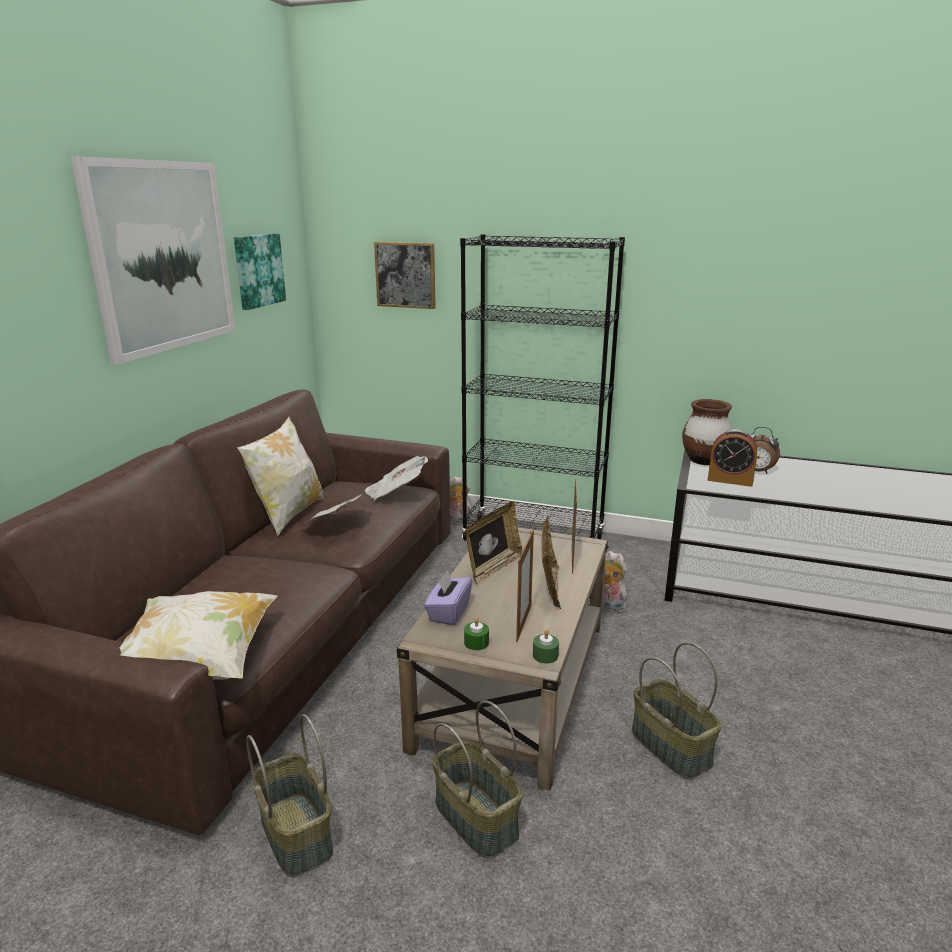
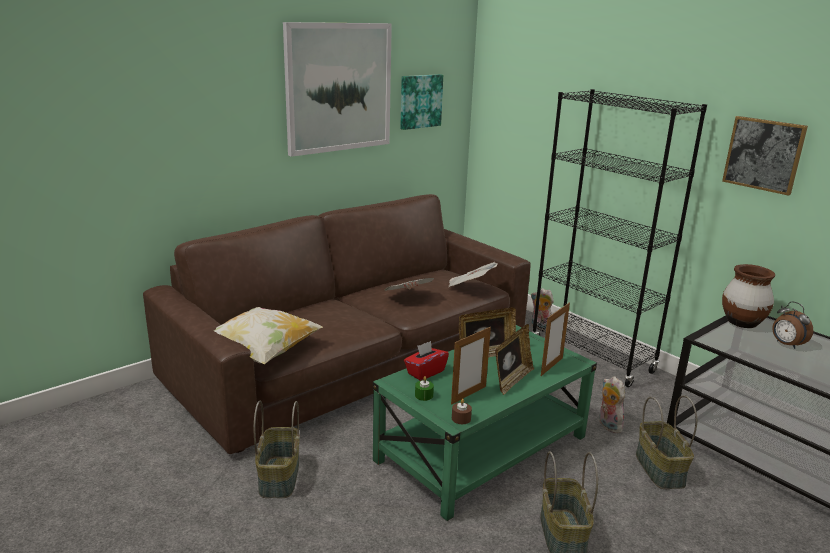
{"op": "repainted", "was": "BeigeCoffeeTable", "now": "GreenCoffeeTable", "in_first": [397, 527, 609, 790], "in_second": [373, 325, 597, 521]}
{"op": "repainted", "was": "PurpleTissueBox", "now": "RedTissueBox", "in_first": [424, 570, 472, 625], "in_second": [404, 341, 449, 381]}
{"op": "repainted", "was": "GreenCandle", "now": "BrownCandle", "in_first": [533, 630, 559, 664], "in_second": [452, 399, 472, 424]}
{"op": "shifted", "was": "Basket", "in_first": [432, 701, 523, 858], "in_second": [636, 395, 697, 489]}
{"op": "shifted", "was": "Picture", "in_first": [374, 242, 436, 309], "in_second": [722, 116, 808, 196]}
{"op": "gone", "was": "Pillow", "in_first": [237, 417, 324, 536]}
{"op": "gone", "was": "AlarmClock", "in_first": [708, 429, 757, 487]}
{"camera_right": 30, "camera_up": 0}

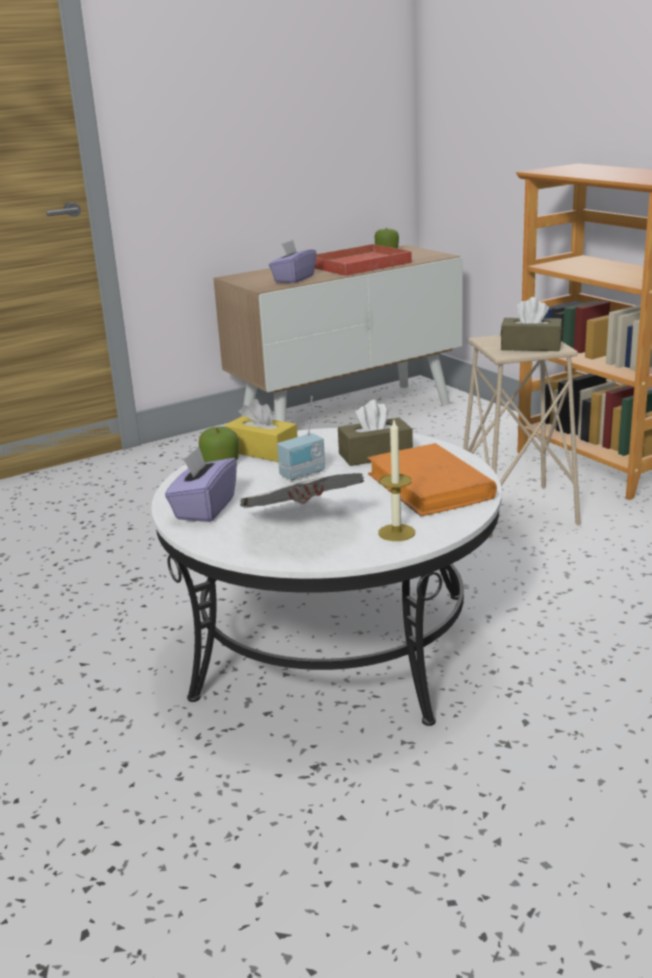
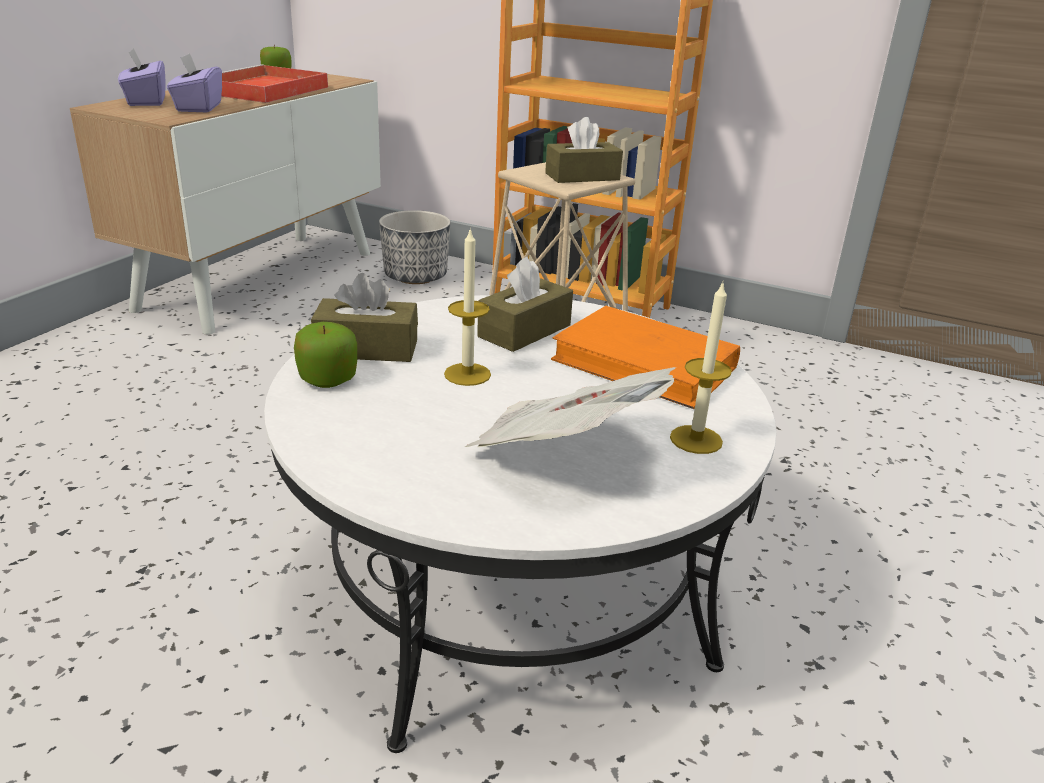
{"op": "shifted", "was": "PurpleTissueBox", "in_first": [165, 446, 237, 522], "in_second": [118, 48, 166, 106]}
{"op": "repainted", "was": "YellowTissueBox", "now": "BrownTissueBox", "in_first": [224, 399, 298, 462], "in_second": [311, 273, 418, 362]}
{"op": "new", "now": "Planter", "in_second": [379, 210, 451, 284]}
{"op": "swapped", "was": "Radio", "now": "Candle", "in_first": [277, 396, 325, 480], "in_second": [444, 227, 491, 386]}
{"camera_right": -35, "camera_up": 5}

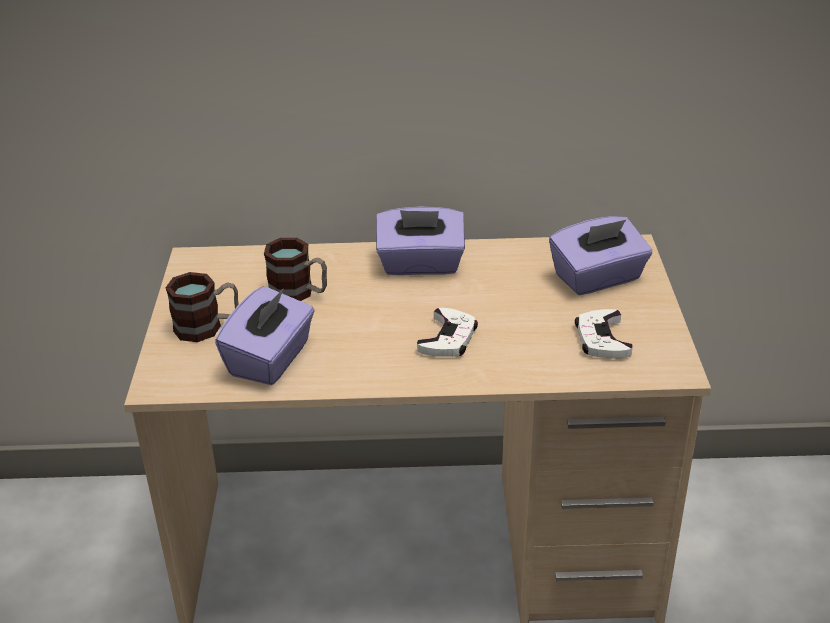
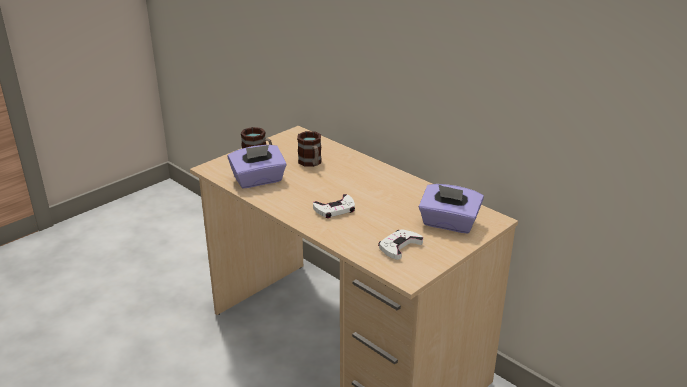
{"op": "gone", "was": "PurpleTissueBox", "in_first": [376, 207, 465, 275]}
{"camera_right": 45, "camera_up": -5}

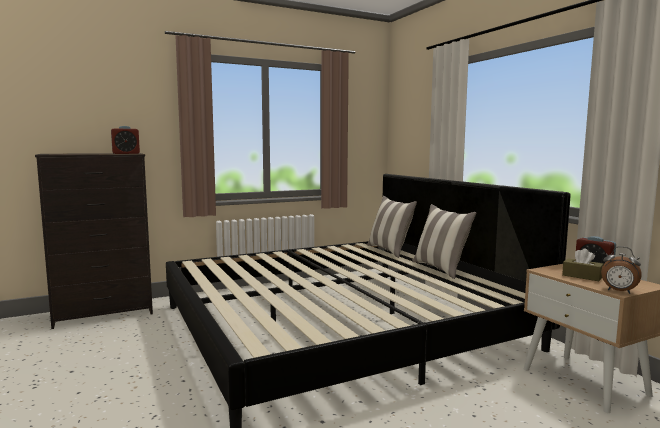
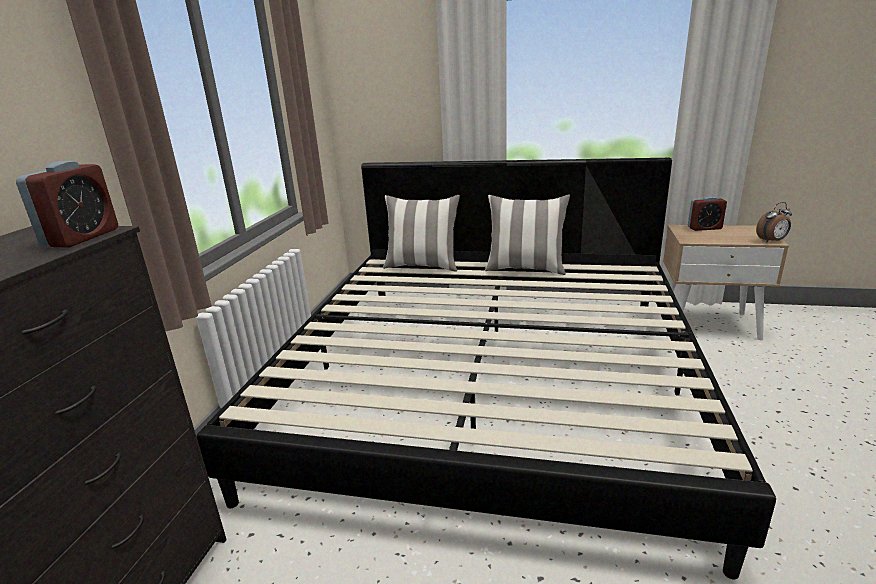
{"op": "gone", "was": "BrownTissueBox", "in_first": [562, 249, 604, 281]}
{"camera_right": -50, "camera_up": 15}

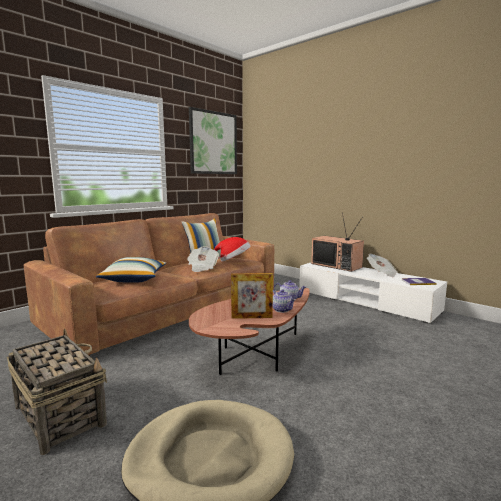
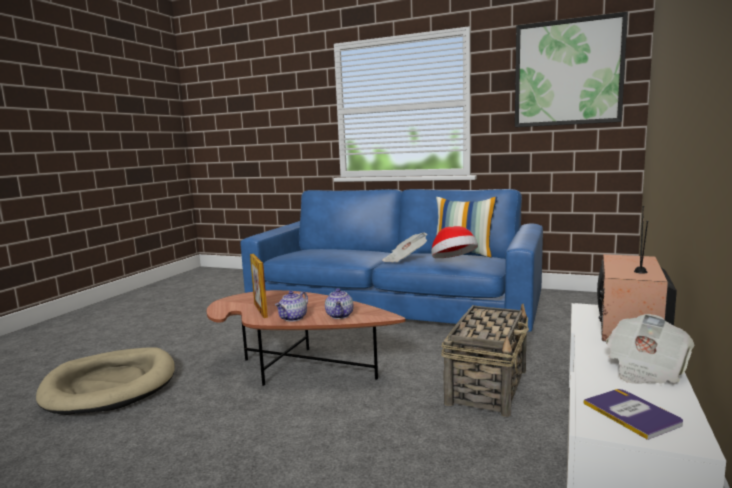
{"op": "repainted", "was": "BrownSofa", "now": "BlueSofa", "in_first": [24, 213, 274, 356], "in_second": [240, 189, 543, 332]}
{"op": "shifted", "was": "Basket", "in_first": [7, 329, 107, 455], "in_second": [441, 303, 529, 417]}
{"op": "gone", "was": "Pillow", "in_first": [96, 257, 166, 283]}
{"camera_right": 70, "camera_up": 0}

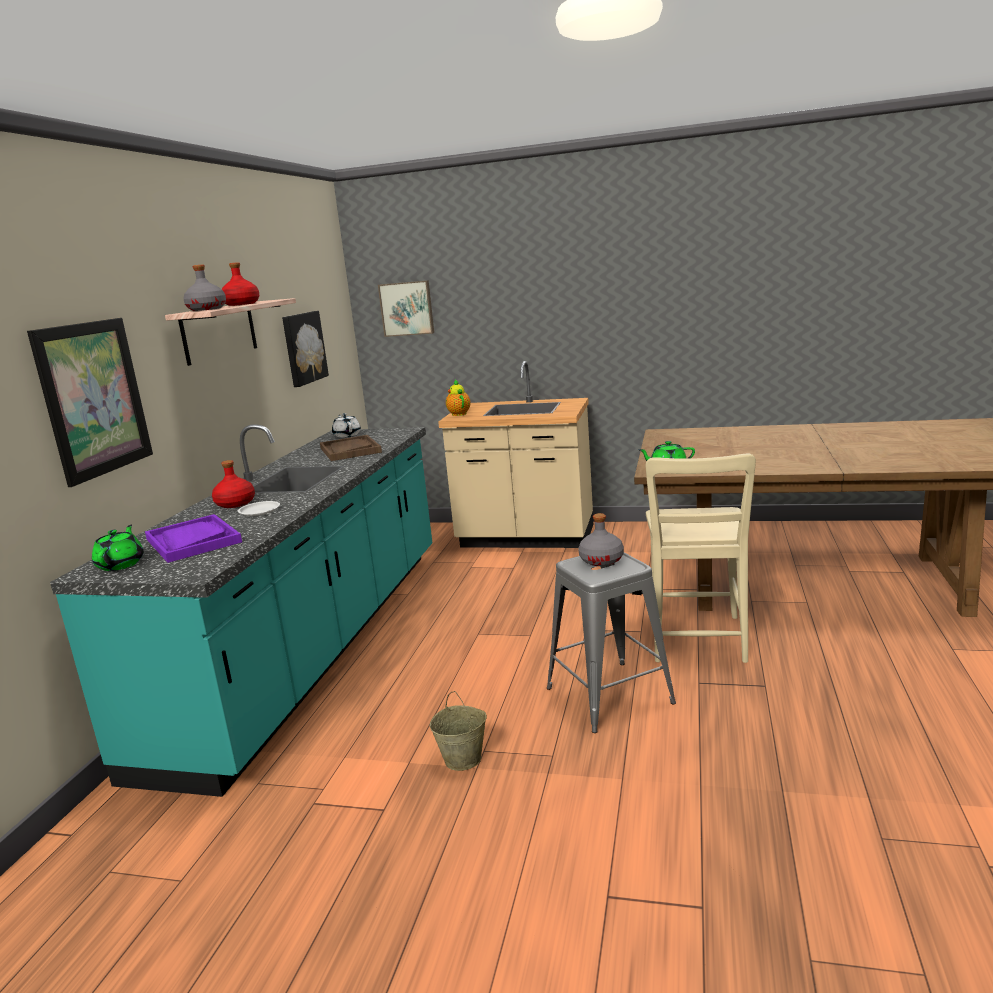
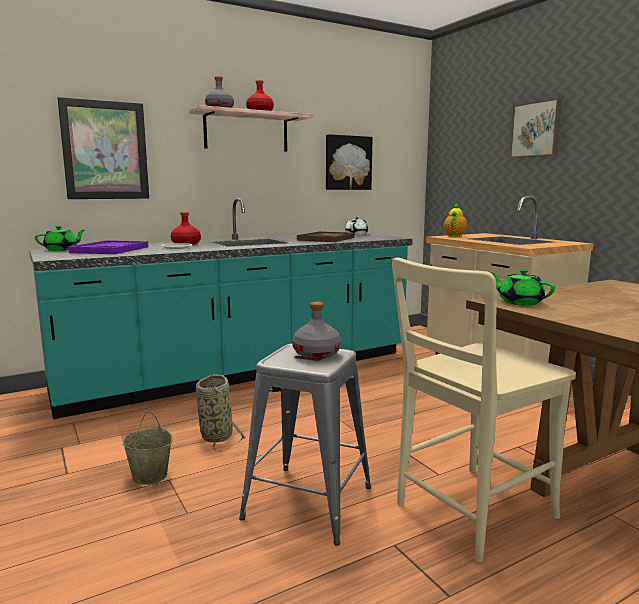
{"op": "new", "now": "Basket", "in_second": [196, 374, 246, 452]}
{"op": "shifted", "was": "Picture", "in_first": [378, 280, 434, 337], "in_second": [509, 98, 562, 158]}
{"camera_right": 45, "camera_up": -5}

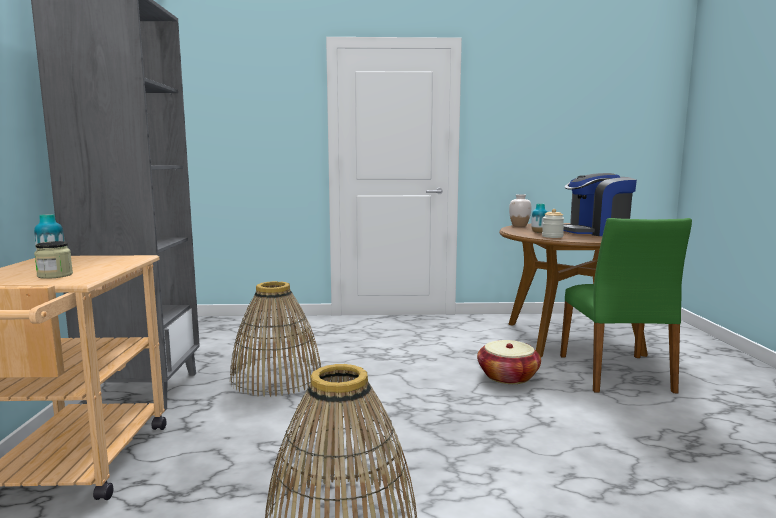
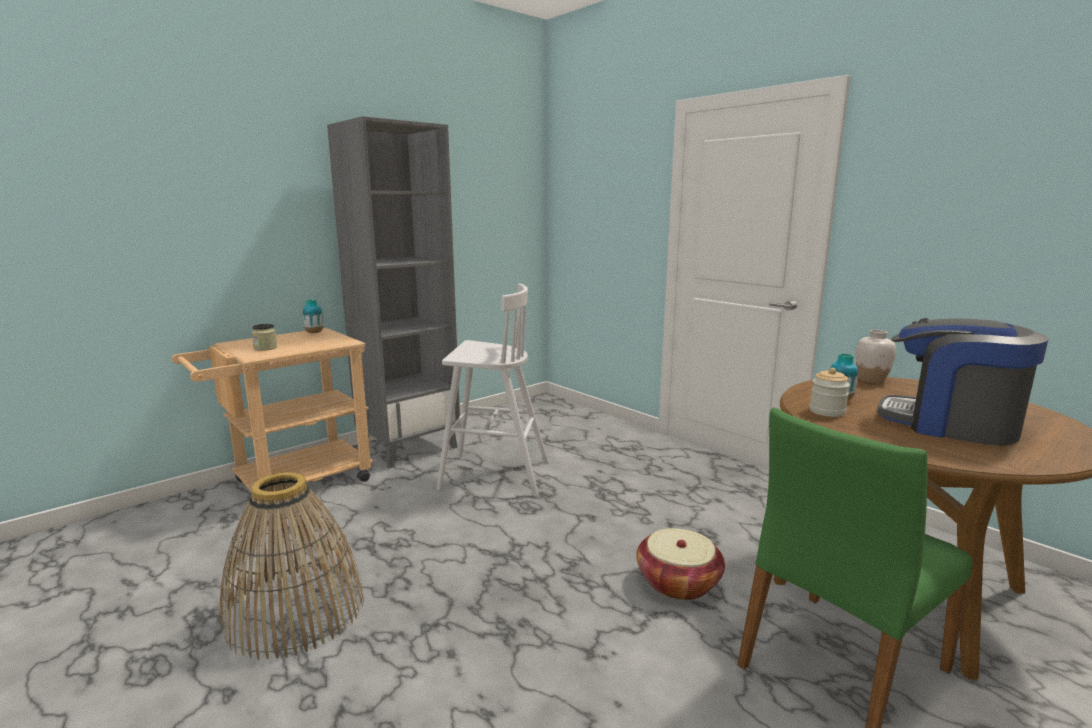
{"op": "swapped", "was": "Basket", "now": "WhiteStool", "in_first": [230, 281, 321, 397], "in_second": [437, 284, 549, 497]}
{"camera_right": 50, "camera_up": 5}

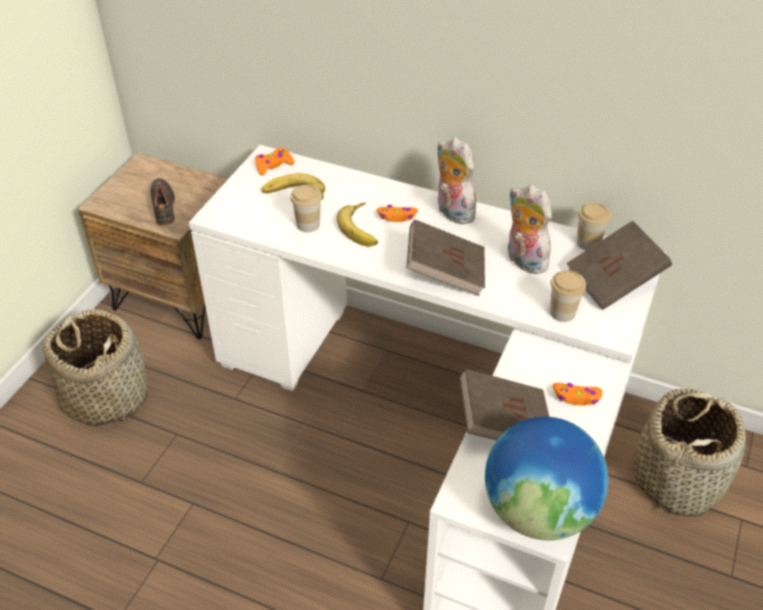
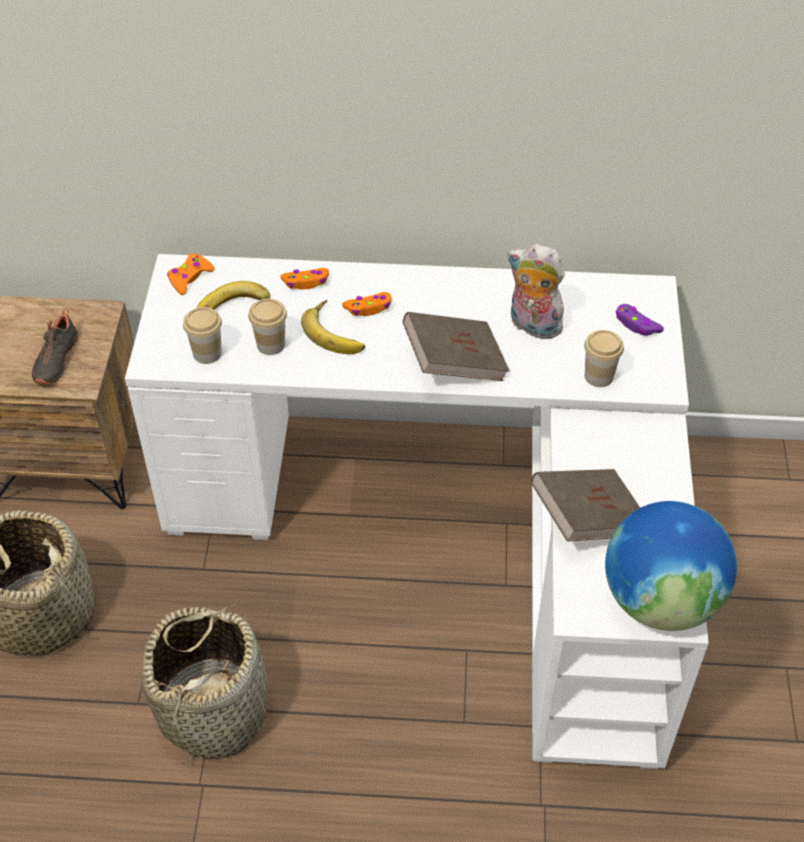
{"op": "rotated", "was": "BlackShoe", "in_first": [150, 178, 175, 226], "in_second": [32, 309, 79, 385], "clockwise": -135}
{"op": "shifted", "was": "Basket", "in_first": [633, 389, 746, 517], "in_second": [142, 604, 269, 764]}
{"op": "shifted", "was": "Cup", "in_first": [577, 202, 611, 250], "in_second": [183, 307, 222, 364]}
{"op": "shifted", "was": "OrangeGameController", "in_first": [553, 383, 603, 406], "in_second": [281, 268, 329, 290]}
{"op": "swapped", "was": "BrownBook", "now": "PurpleGameController", "in_first": [566, 220, 672, 310], "in_second": [615, 304, 664, 336]}
{"op": "gone", "was": "PlushToy", "in_first": [438, 137, 476, 224]}
{"camera_right": -20, "camera_up": 5}

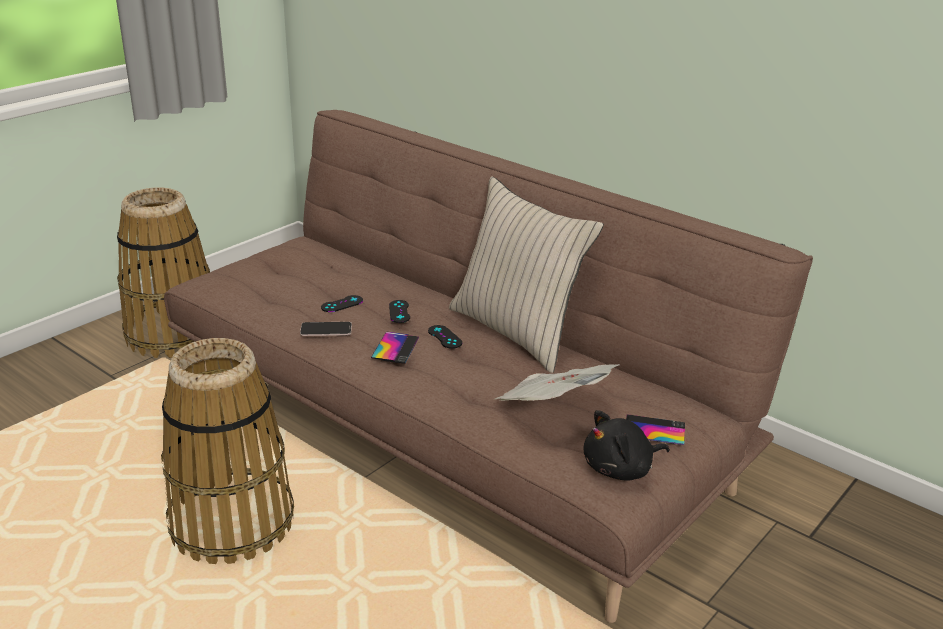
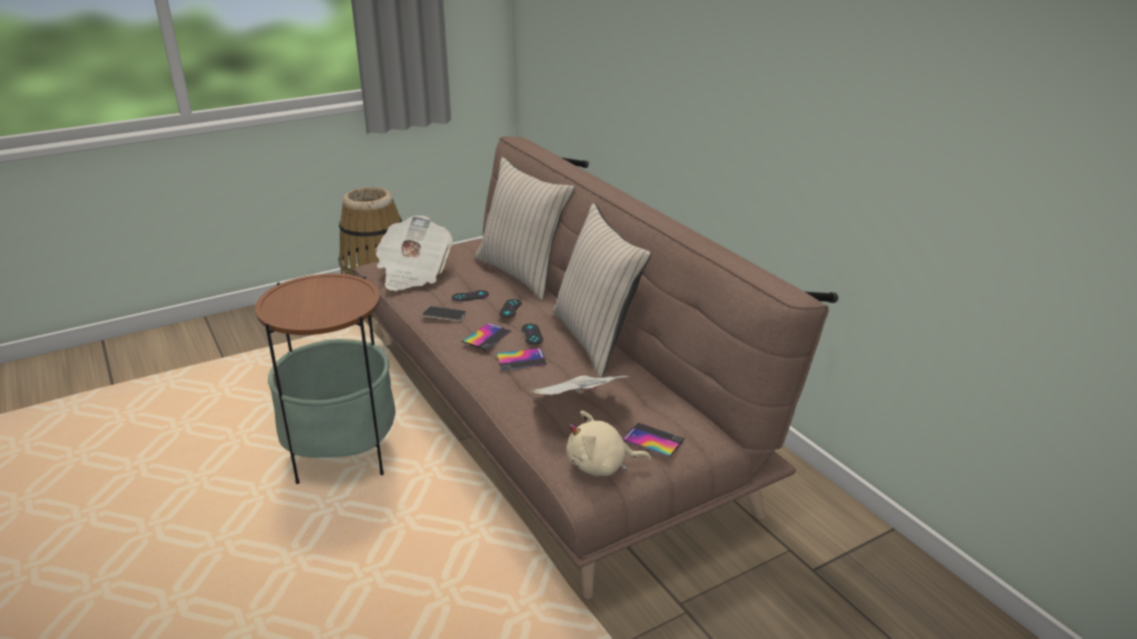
{"op": "swapped", "was": "Basket", "now": "SideTable", "in_first": [161, 338, 294, 564], "in_second": [255, 274, 396, 484]}
{"op": "new", "now": "Newspaper", "in_second": [375, 215, 453, 291]}
{"op": "new", "now": "BeigePillow", "in_second": [475, 157, 575, 300]}
{"op": "new", "now": "Phone", "in_second": [496, 348, 547, 370]}
{"op": "repainted", "was": "BlackPlushToy", "now": "BeigePlushToy", "in_first": [584, 410, 670, 481], "in_second": [567, 411, 651, 476]}
{"camera_right": 20, "camera_up": 0}

